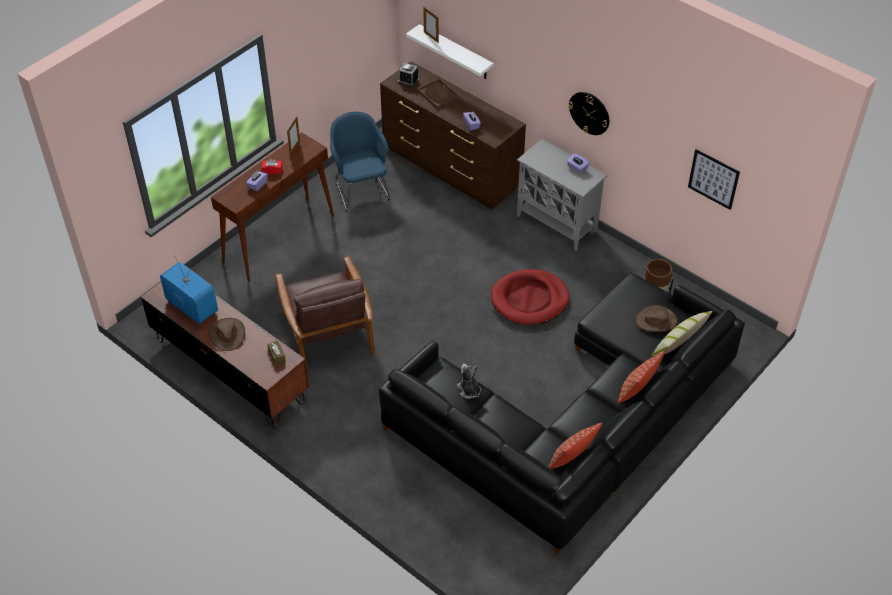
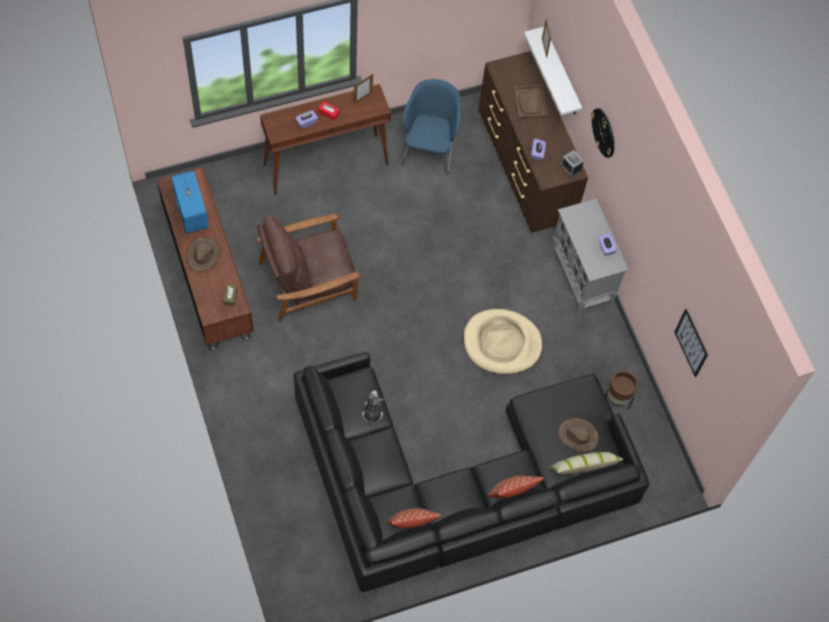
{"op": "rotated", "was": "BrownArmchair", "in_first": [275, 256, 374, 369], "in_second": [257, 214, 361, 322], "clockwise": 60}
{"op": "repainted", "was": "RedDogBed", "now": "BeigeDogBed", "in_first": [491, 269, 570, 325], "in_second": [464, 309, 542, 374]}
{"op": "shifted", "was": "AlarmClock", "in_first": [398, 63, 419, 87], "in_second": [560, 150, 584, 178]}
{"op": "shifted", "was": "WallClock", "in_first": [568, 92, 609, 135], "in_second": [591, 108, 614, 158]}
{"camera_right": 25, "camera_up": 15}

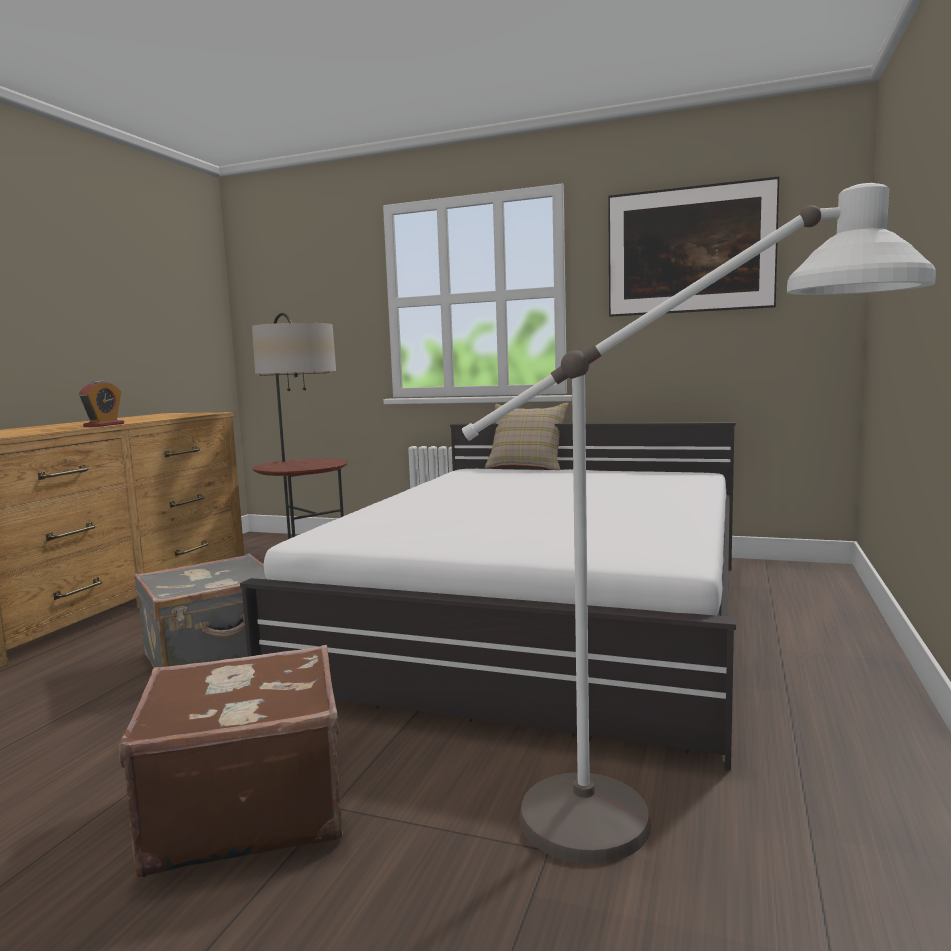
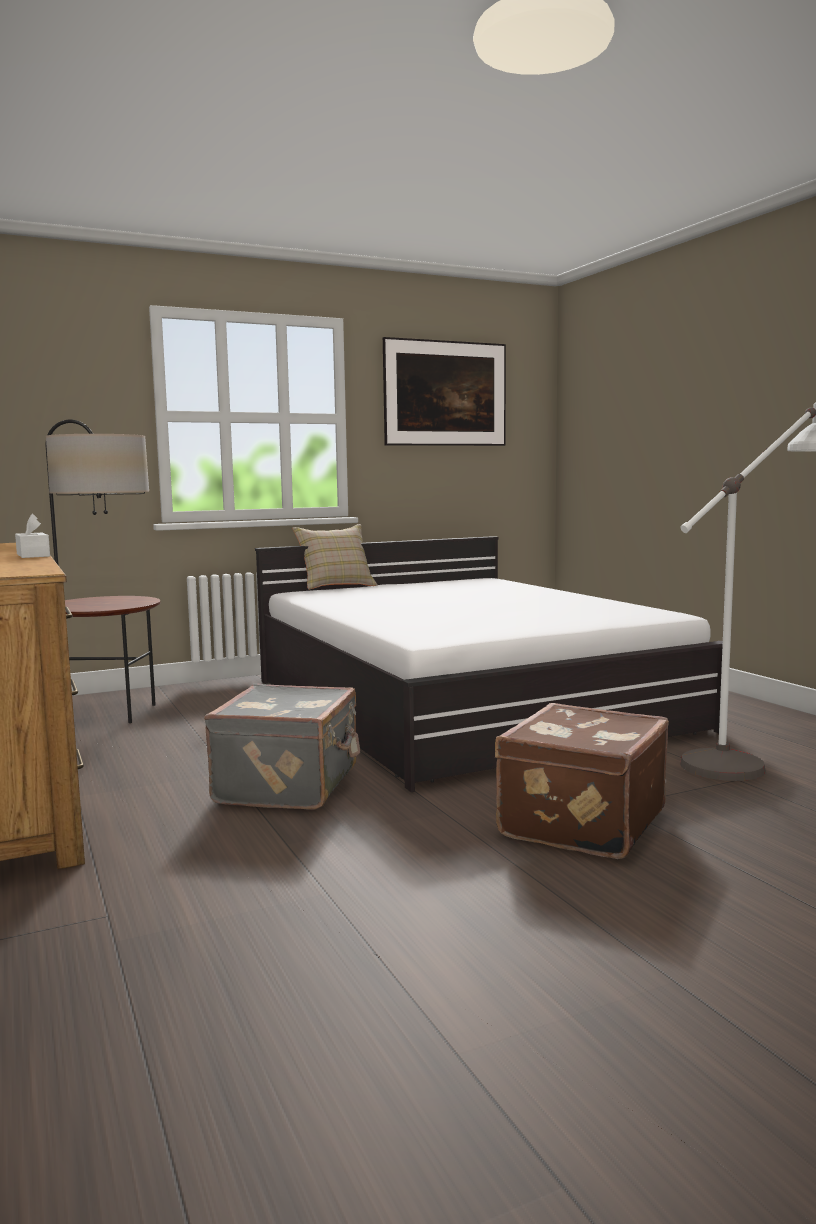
{"op": "swapped", "was": "AlarmClock", "now": "WhiteTissueBox", "in_first": [79, 380, 124, 427], "in_second": [15, 514, 50, 558]}
{"camera_right": -45, "camera_up": 0}

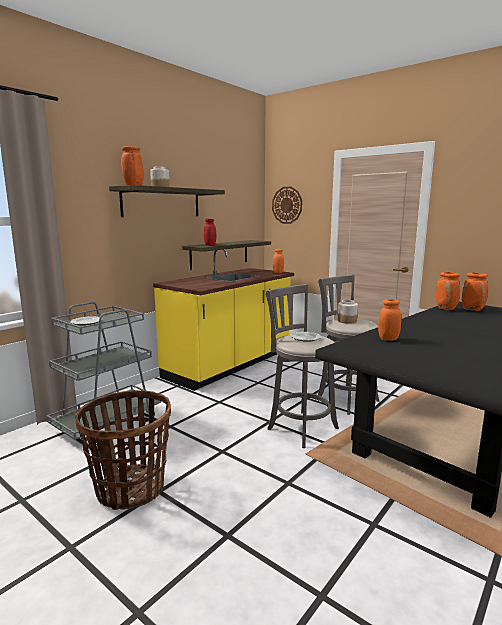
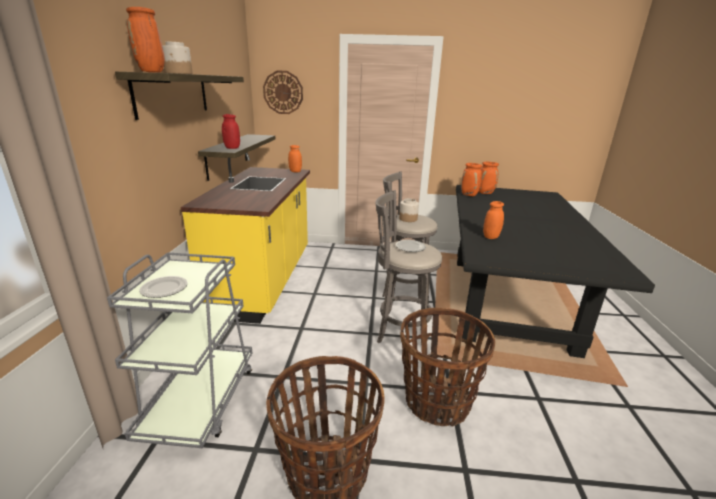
{"op": "new", "now": "Basket", "in_second": [400, 308, 496, 427]}
{"camera_right": -35, "camera_up": 10}

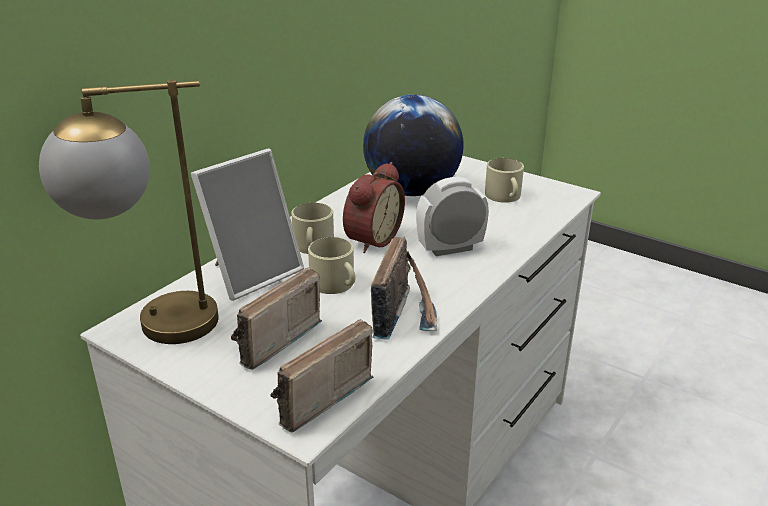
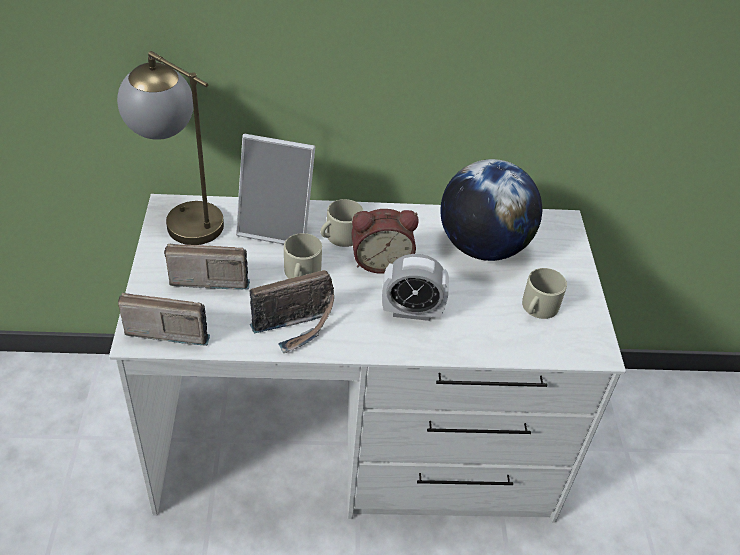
{"op": "rotated", "was": "AlarmClock", "in_first": [416, 177, 489, 256], "in_second": [382, 254, 449, 321], "clockwise": 150}
{"camera_right": 50, "camera_up": 15}

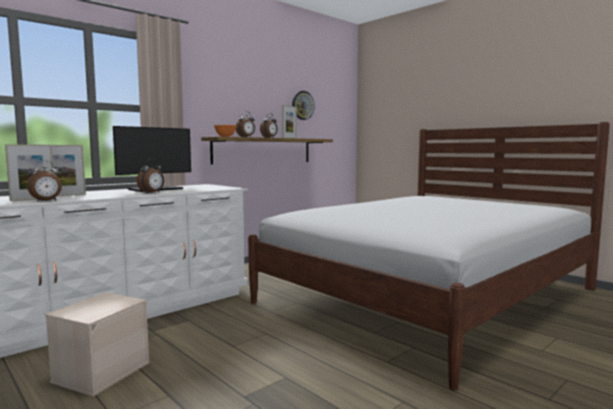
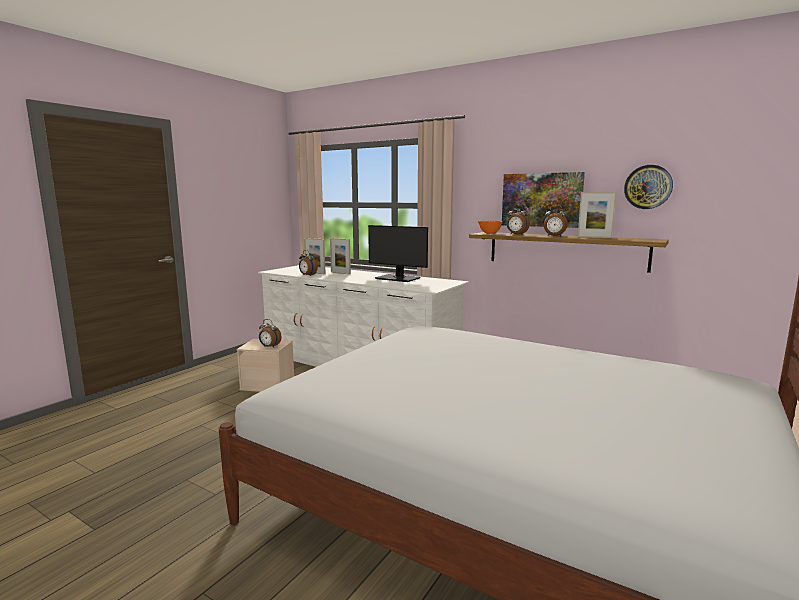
{"op": "shifted", "was": "AlarmClock", "in_first": [137, 159, 164, 194], "in_second": [259, 319, 282, 347]}
{"op": "new", "now": "Picture", "in_second": [502, 172, 585, 228]}
{"camera_right": 75, "camera_up": 5}

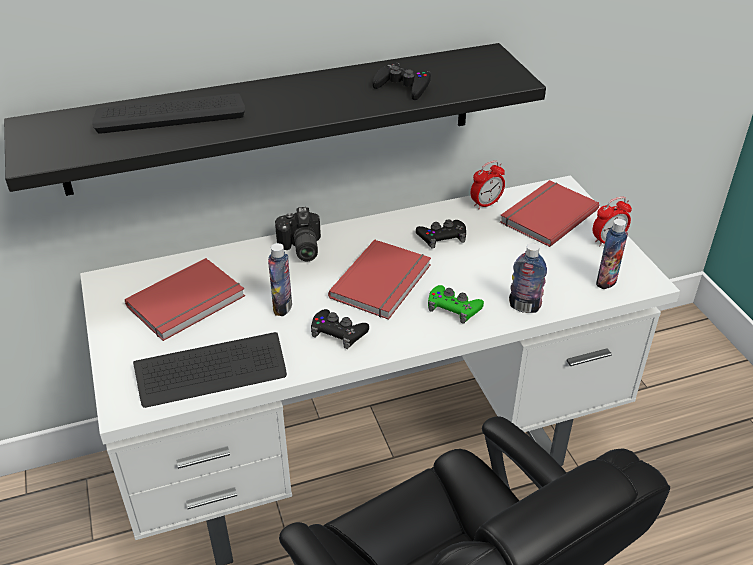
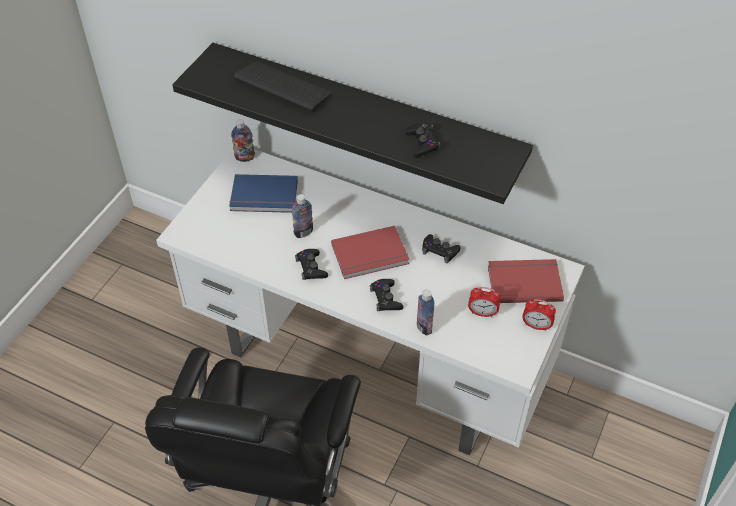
{"op": "repainted", "was": "RedBook", "now": "BlueBook", "in_first": [125, 258, 245, 341], "in_second": [229, 174, 298, 213]}
{"op": "shifted", "was": "Bottle", "in_first": [596, 219, 628, 289], "in_second": [231, 119, 255, 162]}
{"op": "repainted", "was": "GreenGameController", "now": "BlackGameController", "in_first": [428, 285, 484, 324], "in_second": [370, 279, 404, 311]}
{"op": "shifted", "was": "AlarmClock", "in_first": [471, 161, 505, 210], "in_second": [468, 287, 501, 317]}
{"op": "gone", "was": "Keyboard", "in_first": [133, 332, 287, 408]}
{"op": "gone", "was": "PhotoCamera", "in_first": [275, 207, 321, 261]}
{"camera_right": 45, "camera_up": 10}

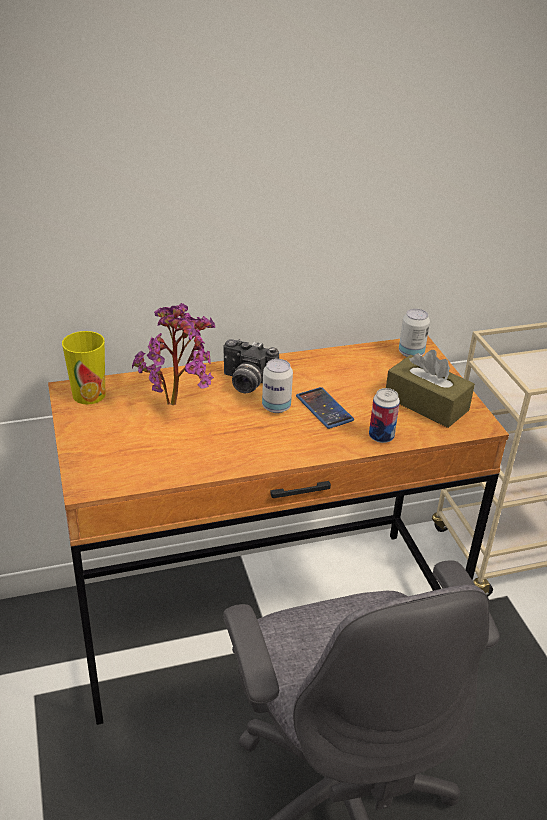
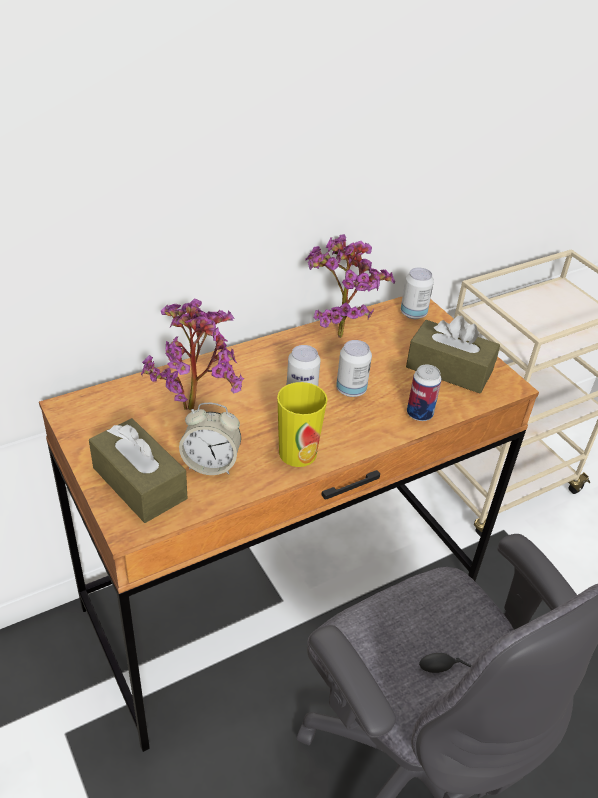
{"op": "new", "now": "BrownTissueBox", "in_second": [89, 418, 187, 523]}
{"op": "new", "now": "AlarmClock", "in_second": [179, 403, 241, 475]}
{"op": "shifted", "was": "Cup", "in_first": [62, 331, 105, 405], "in_second": [277, 382, 328, 467]}
{"op": "new", "now": "PottedPlant", "in_second": [305, 234, 395, 338]}
{"op": "swapped", "was": "Phone", "now": "Can", "in_first": [296, 387, 354, 429], "in_second": [336, 340, 372, 397]}
{"op": "gone", "was": "PhotoCamera", "in_first": [223, 339, 279, 393]}
{"camera_right": -15, "camera_up": 5}

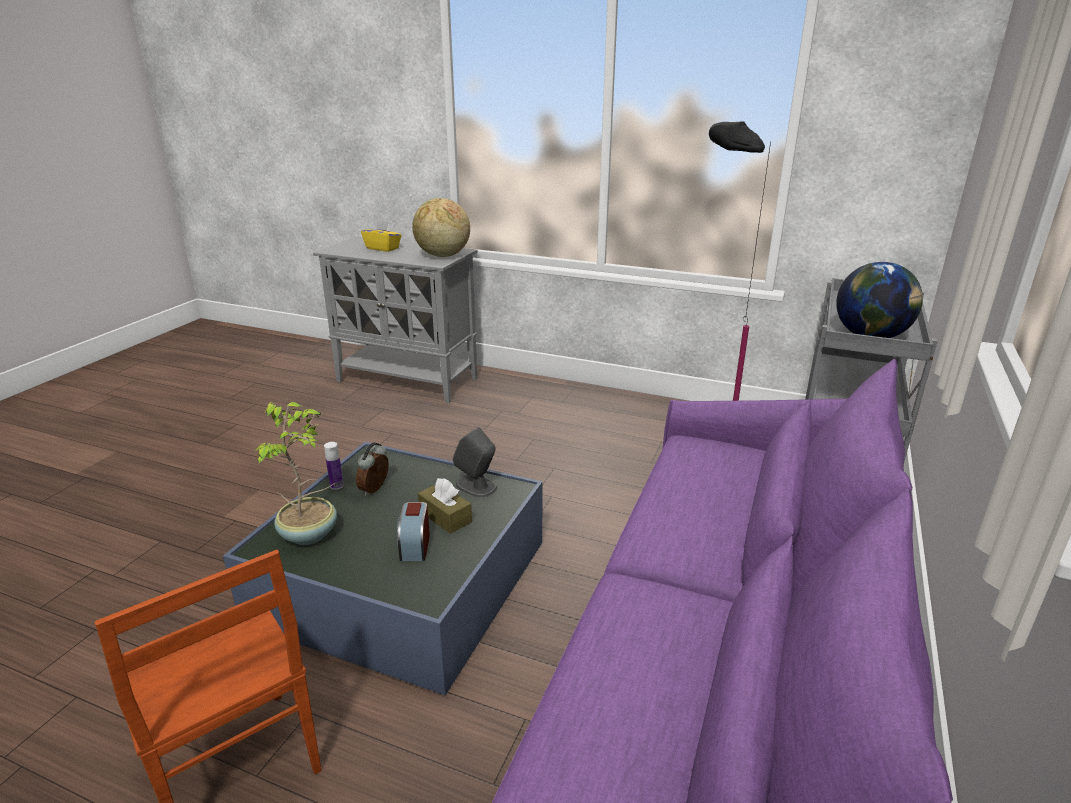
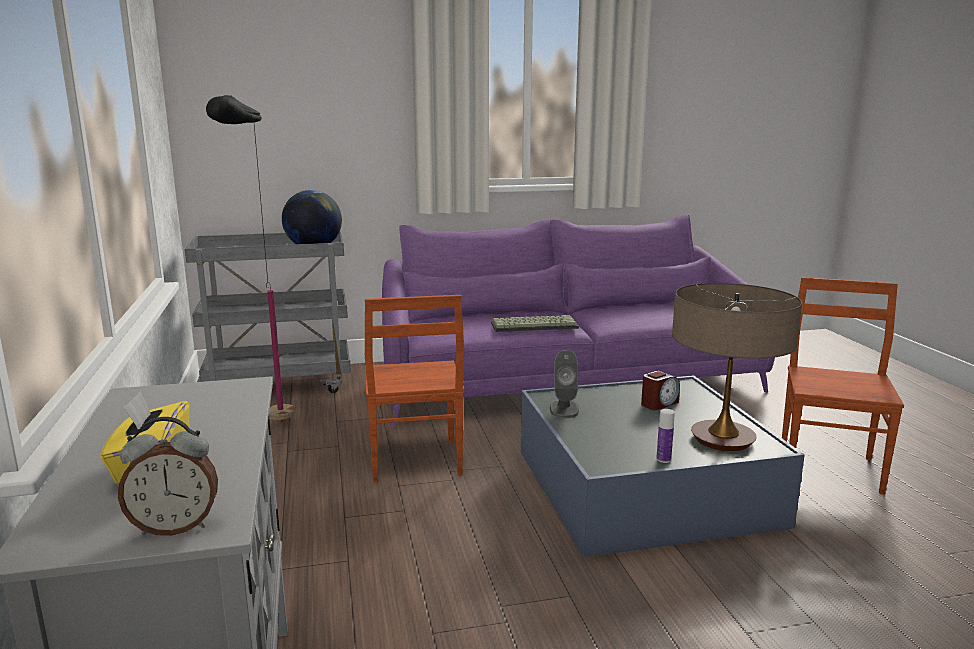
{"op": "shifted", "was": "AlarmClock", "in_first": [356, 442, 389, 496], "in_second": [118, 417, 218, 536]}
{"op": "new", "now": "BrownChair", "in_second": [365, 295, 464, 482]}
{"op": "new", "now": "Keyboard", "in_second": [491, 315, 579, 332]}
{"op": "swapped", "was": "PottedPlant", "now": "TableLamp", "in_first": [252, 402, 337, 545], "in_second": [672, 283, 802, 451]}
{"op": "gone", "was": "Globe", "in_first": [412, 198, 470, 257]}
{"op": "gone", "was": "BrownTissueBox", "in_first": [418, 478, 472, 534]}
{"camera_right": -125, "camera_up": -10}

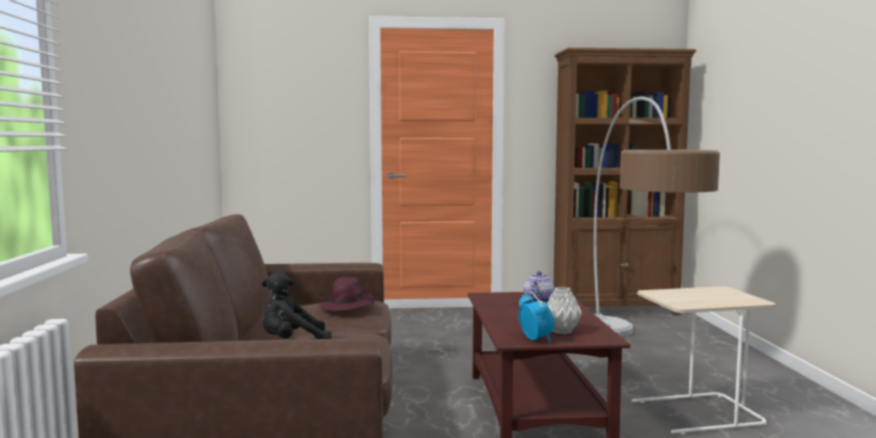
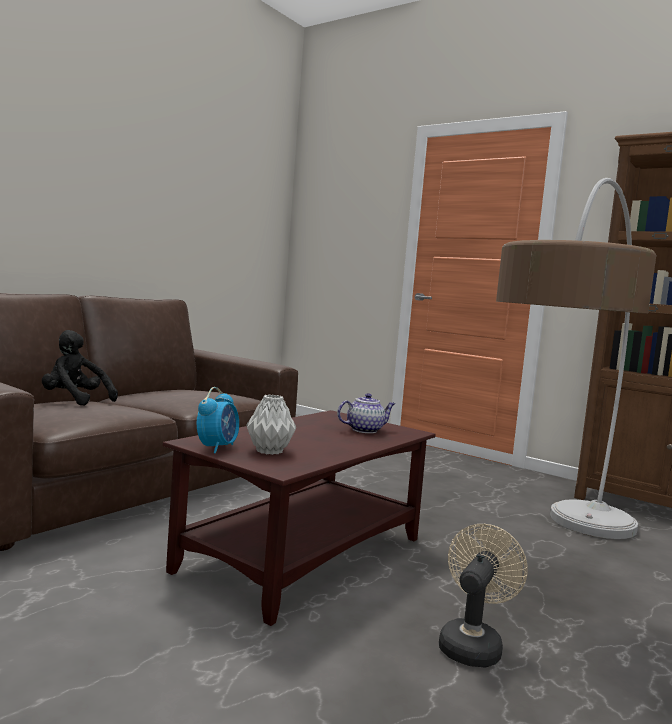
{"op": "swapped", "was": "BeigeSideTable", "now": "BeigeFan", "in_first": [631, 286, 776, 434], "in_second": [439, 524, 528, 667]}
{"op": "gone", "was": "PurpleHat", "in_first": [318, 277, 375, 311]}
{"camera_right": 40, "camera_up": 0}

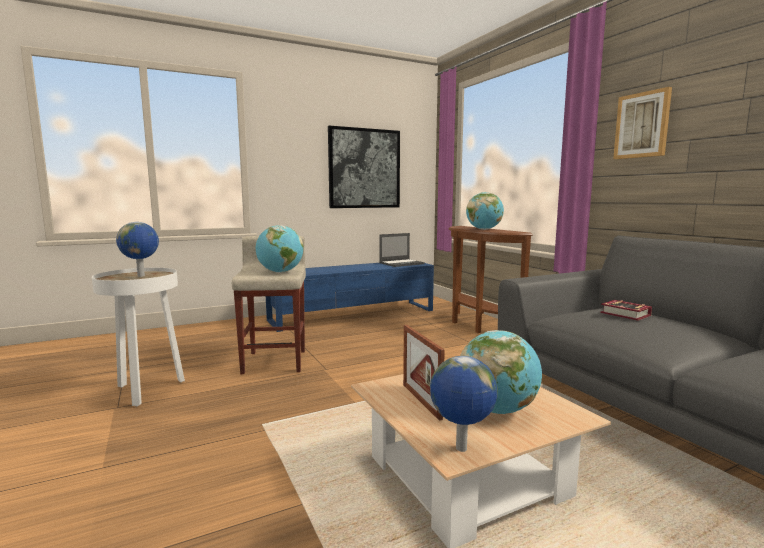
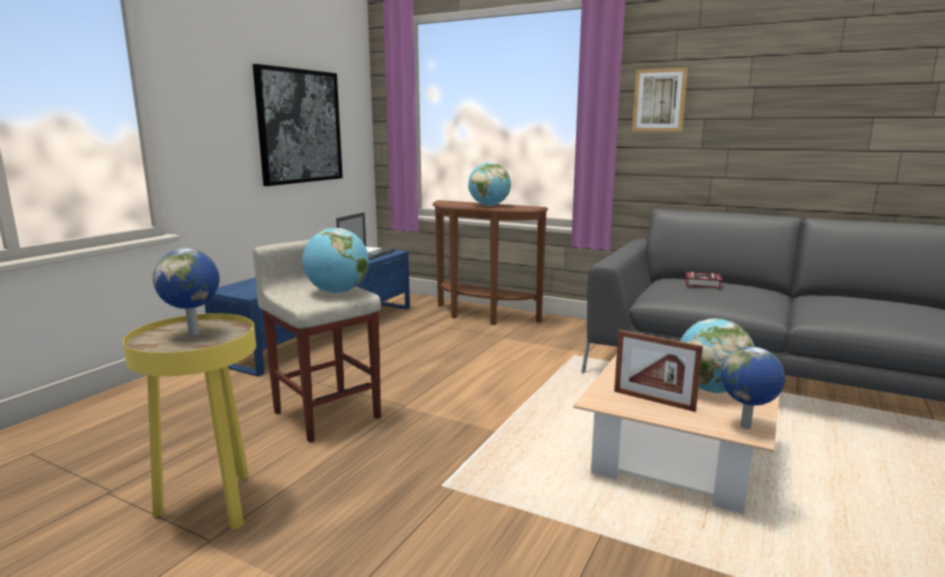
{"op": "repainted", "was": "WhiteSideTable", "now": "YellowSideTable", "in_first": [92, 268, 185, 406], "in_second": [123, 313, 256, 530]}
{"camera_right": -35, "camera_up": 5}

